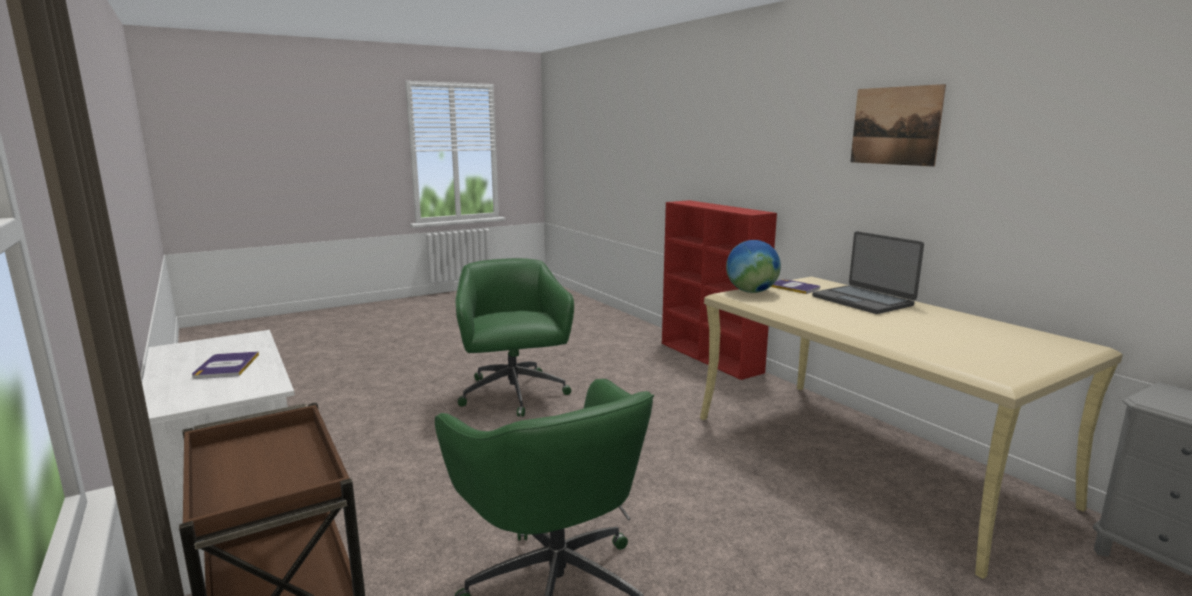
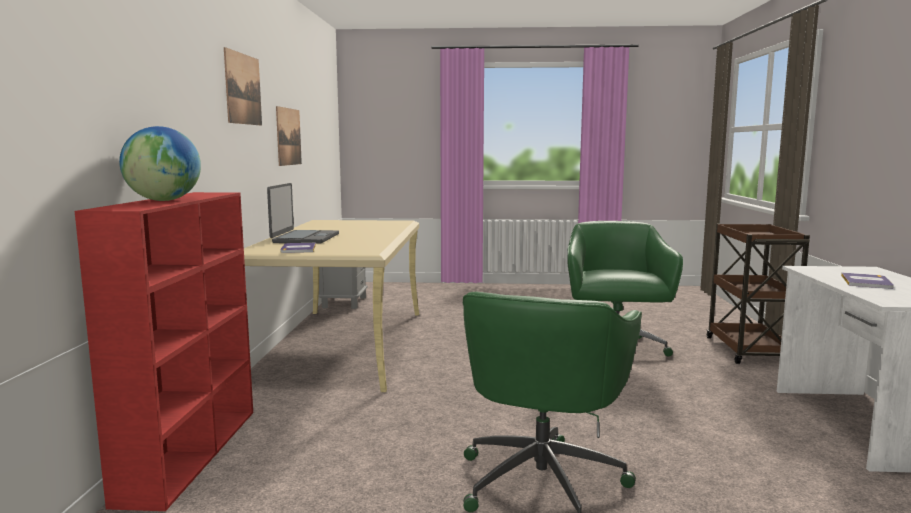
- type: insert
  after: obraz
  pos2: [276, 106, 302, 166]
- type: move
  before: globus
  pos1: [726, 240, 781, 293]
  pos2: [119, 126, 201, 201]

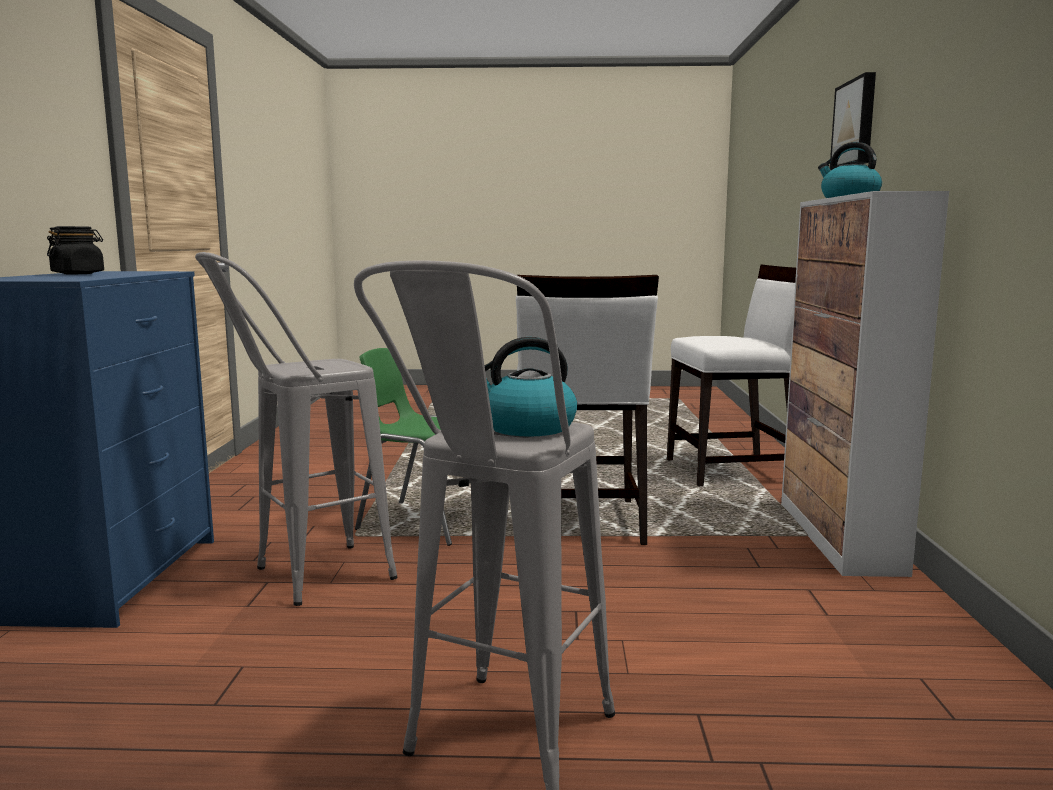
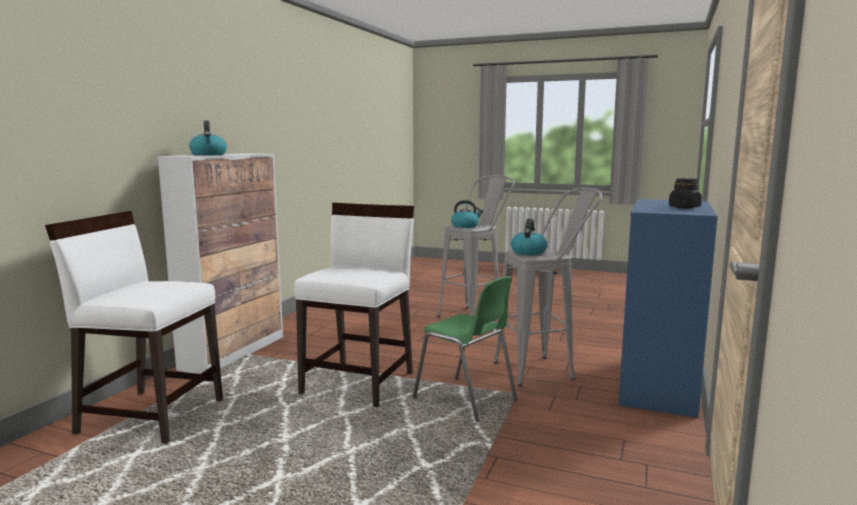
- type: delete
  before: obraz
  pos1: [830, 72, 876, 170]
- type: insert
  after: czajnik
  pos2: [511, 218, 547, 255]

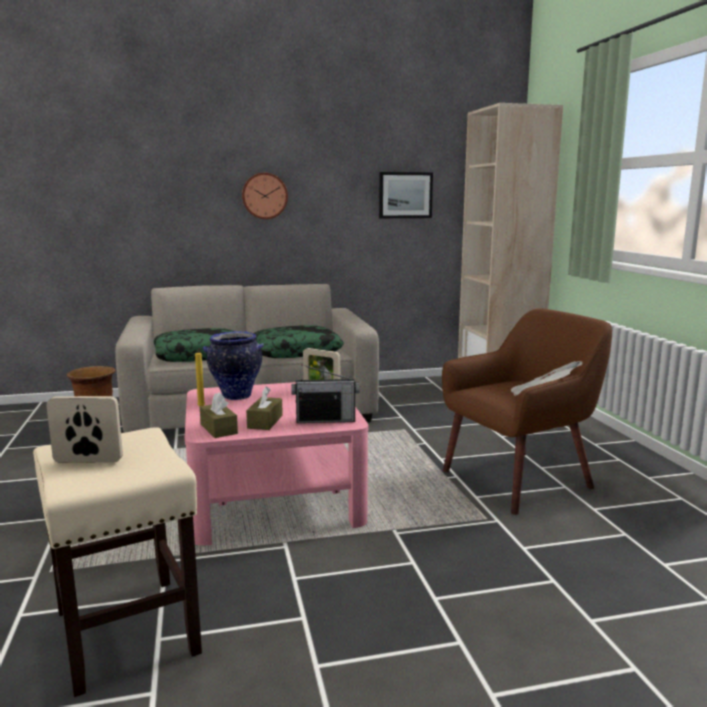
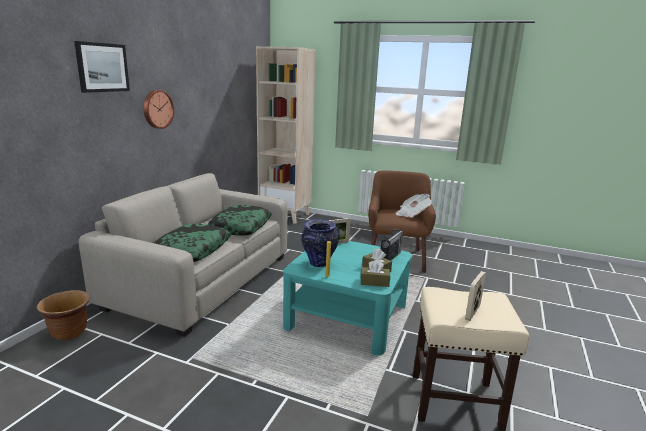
- type: move
  before: obraz
  pos1: [379, 172, 433, 218]
  pos2: [74, 41, 130, 93]
- type: recolor
  before: ława [różowy]
  after: ława [turkusowy]
  pos1: [185, 382, 368, 546]
  pos2: [283, 241, 411, 355]

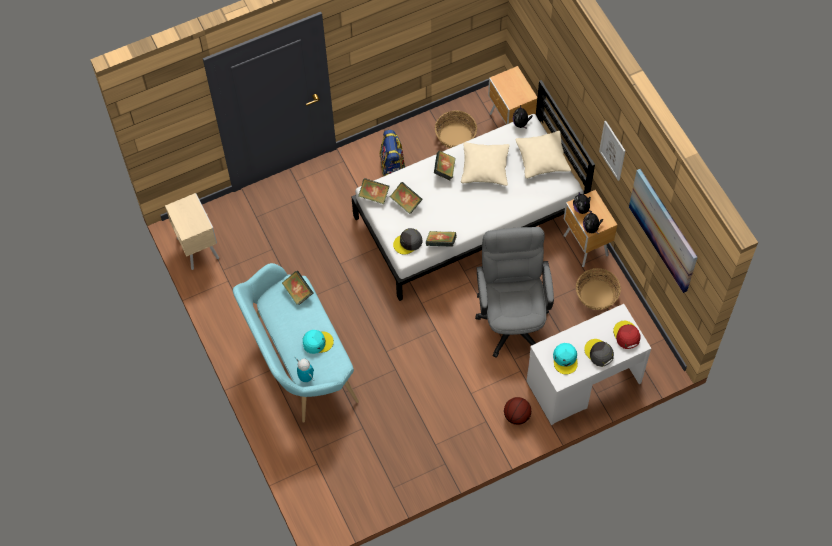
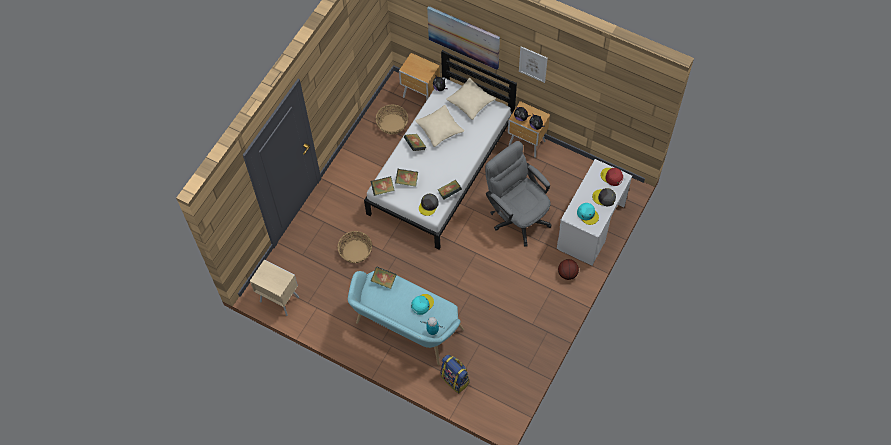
- type: move
  before: plecak
  pos1: [380, 130, 405, 177]
  pos2: [440, 354, 470, 394]
- type: move
  before: koszyk
  pos1: [576, 268, 621, 310]
  pos2: [338, 231, 372, 263]
- type: move
  before: obraz
  pos1: [629, 169, 698, 293]
  pos2: [427, 6, 500, 70]

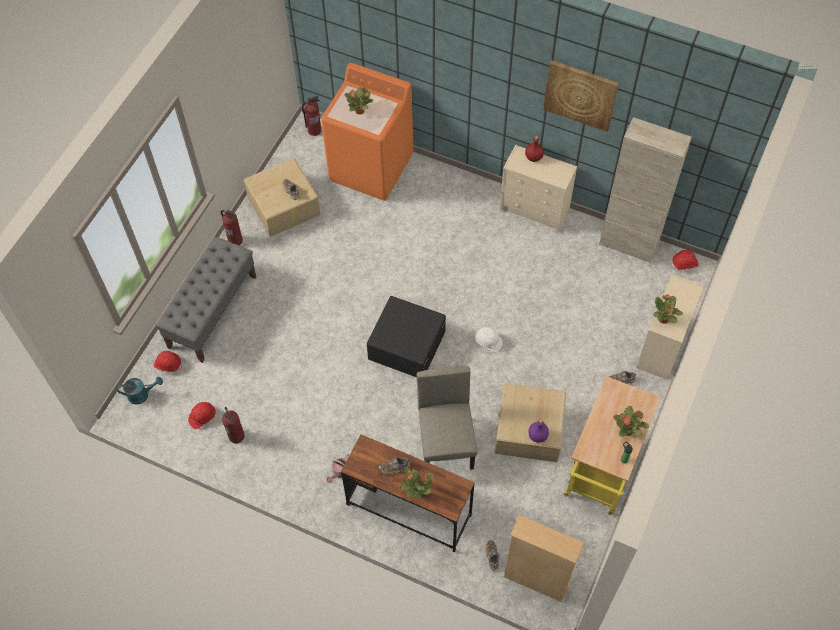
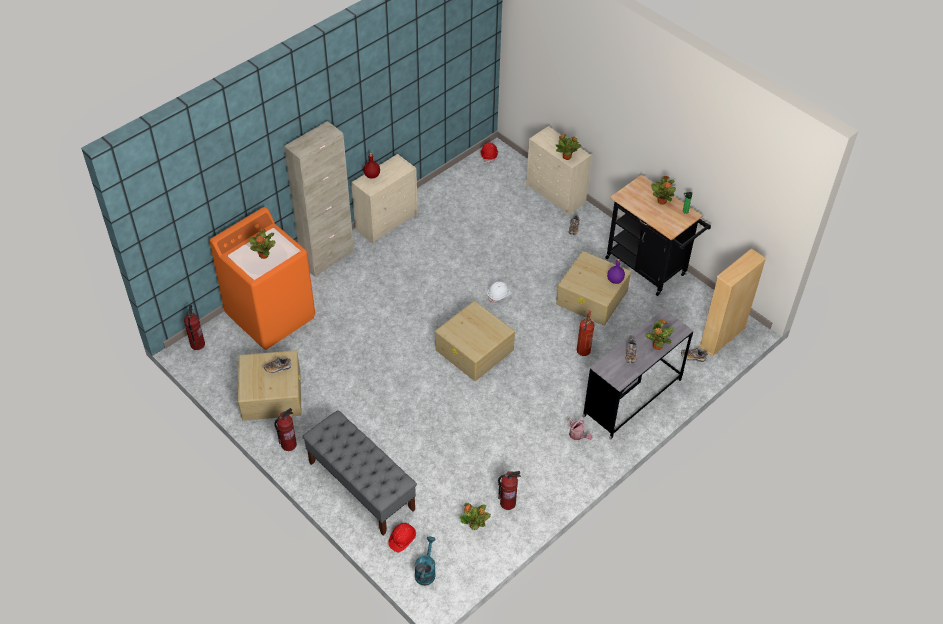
- type: delete
  before: obraz
  pos1: [543, 60, 619, 132]
- type: move
  before: szafka [beżowy]
  pos1: [599, 117, 692, 263]
  pos2: [284, 121, 354, 277]
- type: replace
  before: kask [czerwony]
  after: roślina doniczkowa
  pos1: [188, 402, 216, 429]
  pos2: [460, 503, 491, 530]
- type: replace
  before: krzesło [beżowy]
  after: gaśnica
  pos1: [417, 367, 477, 470]
  pos2: [577, 311, 594, 356]
- type: recolor
  before: biurko [brązowy]
  after: biurko [szary]
  pos1: [341, 434, 475, 552]
  pos2: [582, 309, 693, 439]
- type: recolor
  before: pojemnik do przechowywania [czarny]
  after: pojemnik do przechowywania [beżowy]
  pos1: [367, 296, 446, 377]
  pos2: [435, 301, 515, 381]
- type: recolor
  before: wózek [żółty]
  after: wózek [czarny]
  pos1: [563, 376, 661, 516]
  pos2: [605, 175, 711, 296]

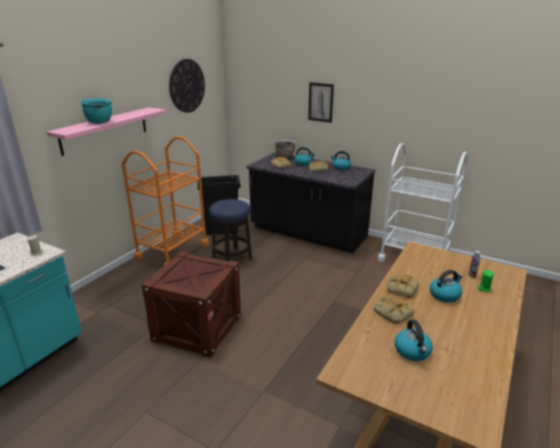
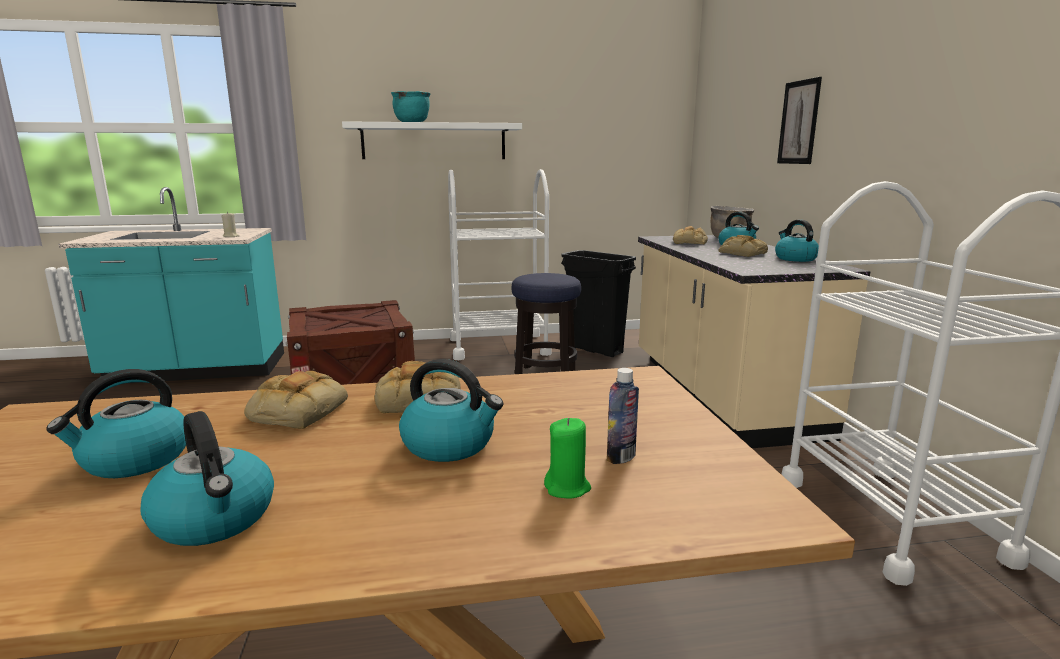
- type: delete
  before: zegar ścienny
  pos1: [169, 59, 205, 113]
- type: insert
  after: czajnik
  pos2: [140, 411, 274, 546]
- type: recolor
  before: półka [różowy]
  after: półka [biały]
  pos1: [47, 107, 167, 156]
  pos2: [342, 121, 522, 159]
- type: recolor
  before: wózek [pomarańczowy]
  after: wózek [biały]
  pos1: [122, 136, 209, 266]
  pos2: [448, 169, 552, 360]
- type: recolor
  before: zabudowa kuchenna [czarny]
  after: zabudowa kuchenna [beżowy]
  pos1: [247, 152, 375, 253]
  pos2: [638, 235, 870, 448]

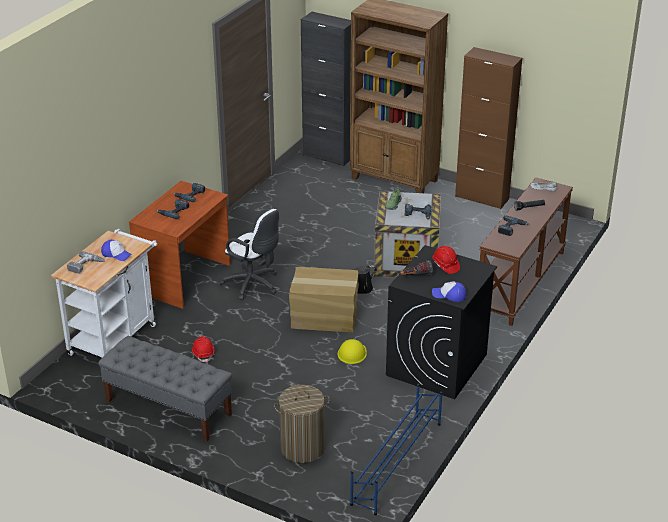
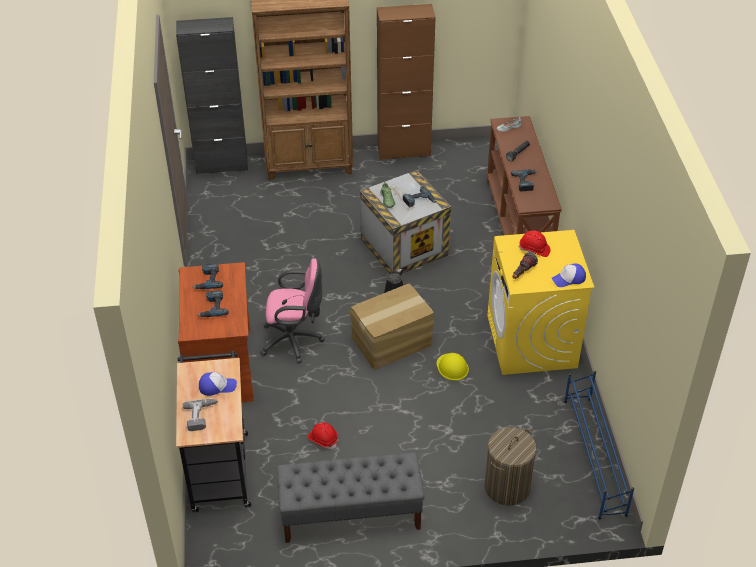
- type: recolor
  before: wózek [biały]
  after: wózek [czarny]
  pos1: [51, 229, 157, 357]
  pos2: [176, 350, 251, 513]
- type: recolor
  before: krzesło biurowe [biały]
  after: krzesło biurowe [różowy]
  pos1: [220, 209, 279, 300]
  pos2: [260, 259, 325, 363]
- type: recolor
  before: pralka [czarny]
  after: pralka [żółty]
  pos1: [386, 245, 497, 399]
  pos2: [487, 230, 595, 375]

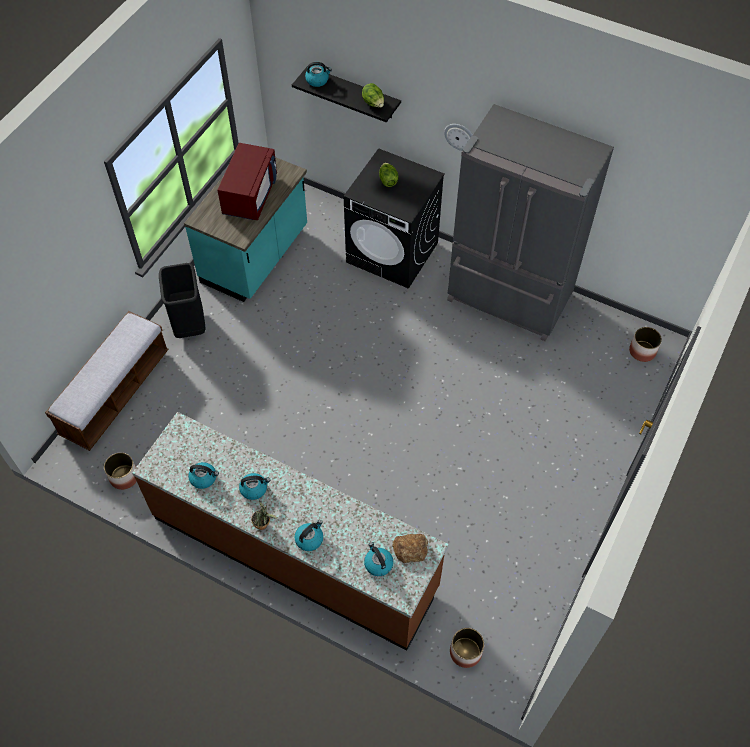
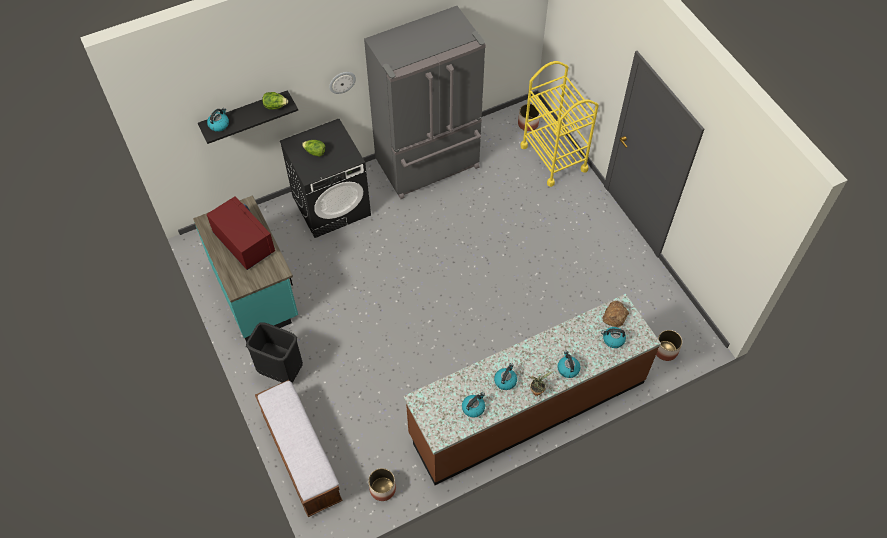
- type: insert
  after: wózek [żółty]
  pos2: [520, 61, 599, 187]

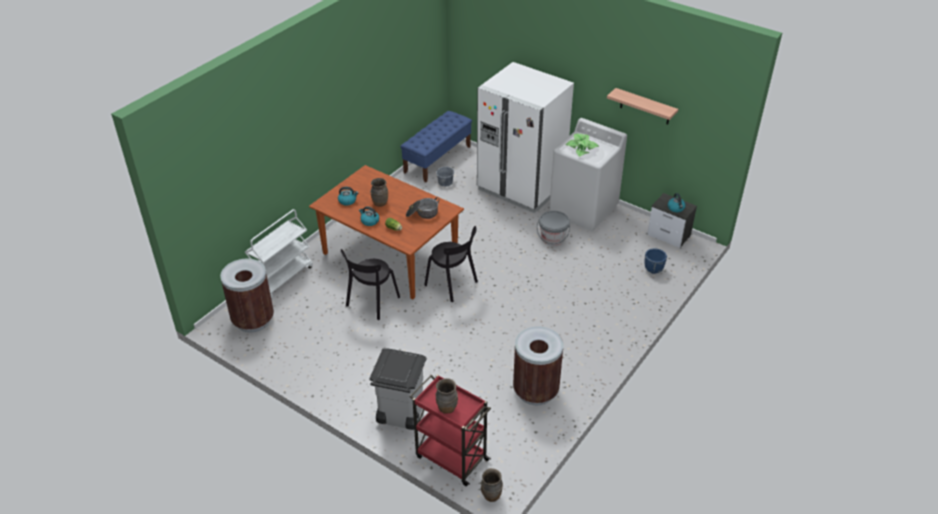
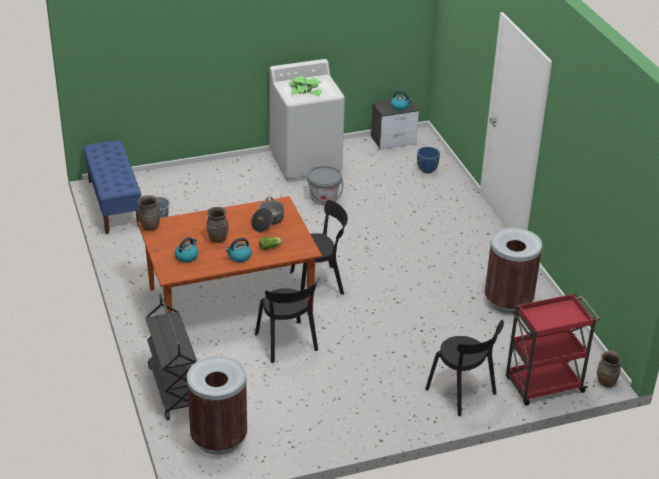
- type: delete
  before: lodówka [biały]
  pos1: [477, 62, 574, 213]
- type: delete
  before: półka
  pos1: [607, 88, 678, 125]
- type: move
  before: wazon [brązowy]
  pos1: [436, 378, 458, 414]
  pos2: [138, 195, 160, 231]
- type: replace
  before: kosz na śmieci [szary]
  after: krzesło [czarny]
  pos1: [369, 348, 427, 430]
  pos2: [425, 320, 504, 416]
- type: recolor
  before: wózek [biały]
  after: wózek [czarny]
  pos1: [245, 209, 313, 299]
  pos2: [145, 294, 197, 420]

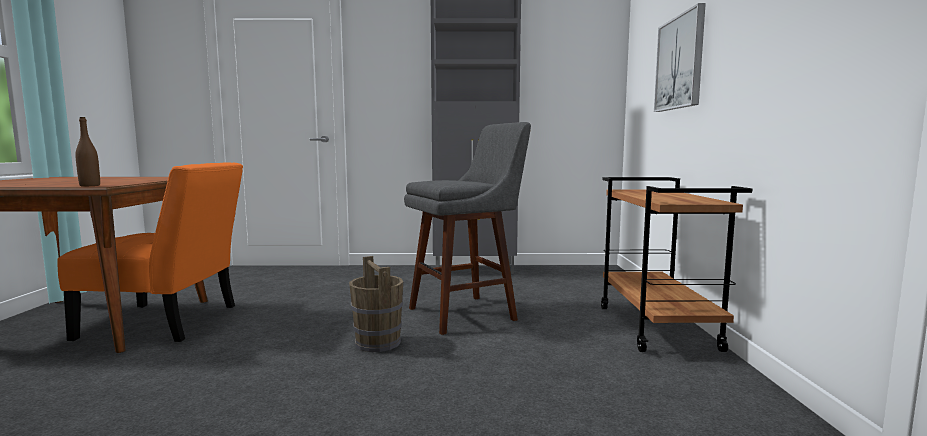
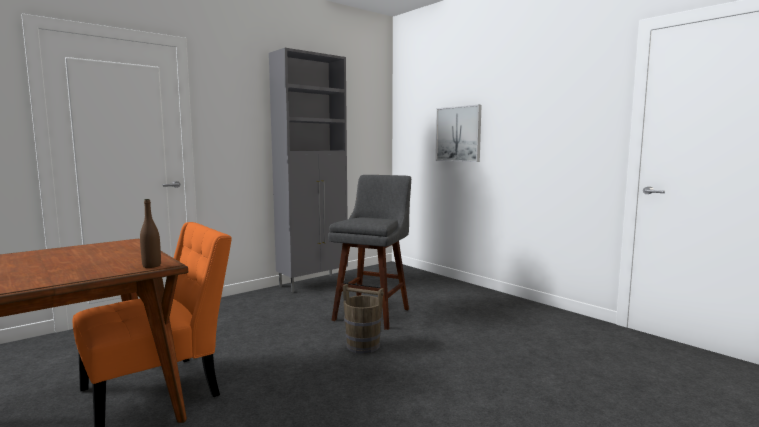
- type: delete
  before: wózek [brązowy]
  pos1: [601, 177, 752, 352]

